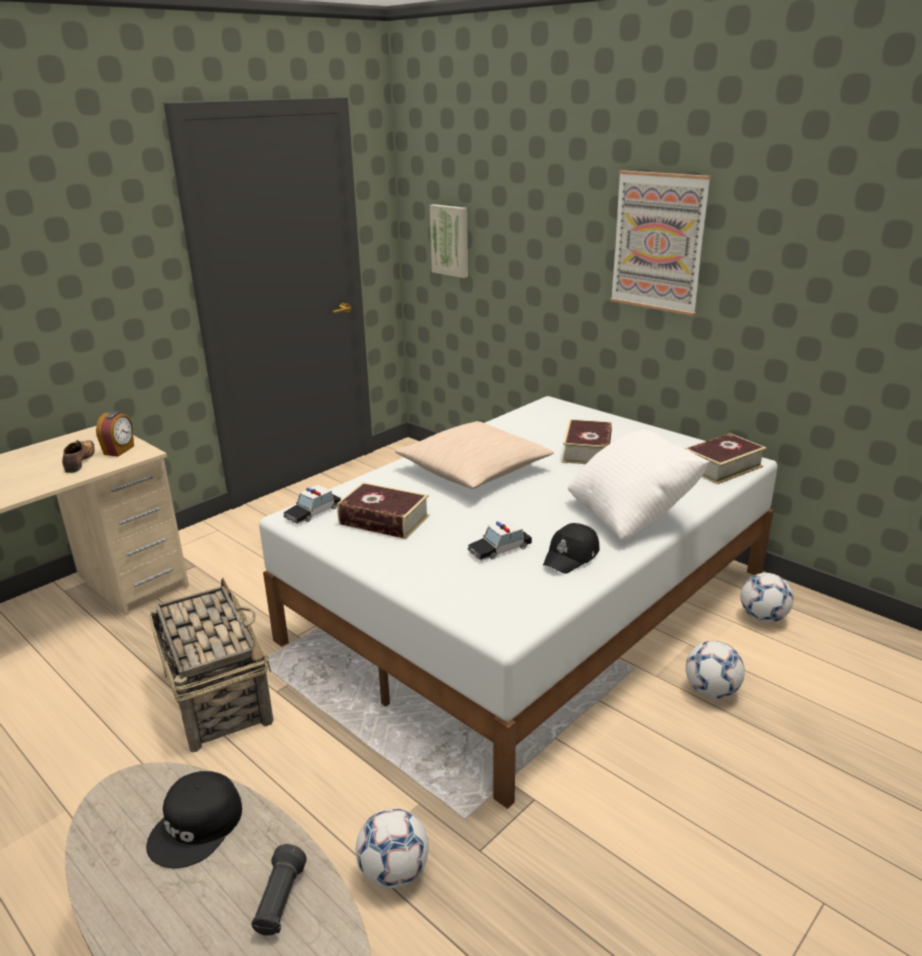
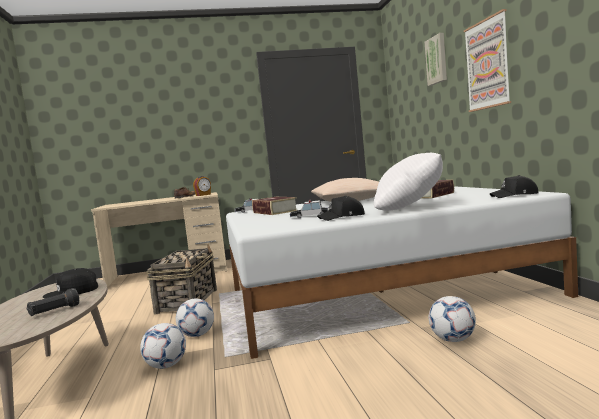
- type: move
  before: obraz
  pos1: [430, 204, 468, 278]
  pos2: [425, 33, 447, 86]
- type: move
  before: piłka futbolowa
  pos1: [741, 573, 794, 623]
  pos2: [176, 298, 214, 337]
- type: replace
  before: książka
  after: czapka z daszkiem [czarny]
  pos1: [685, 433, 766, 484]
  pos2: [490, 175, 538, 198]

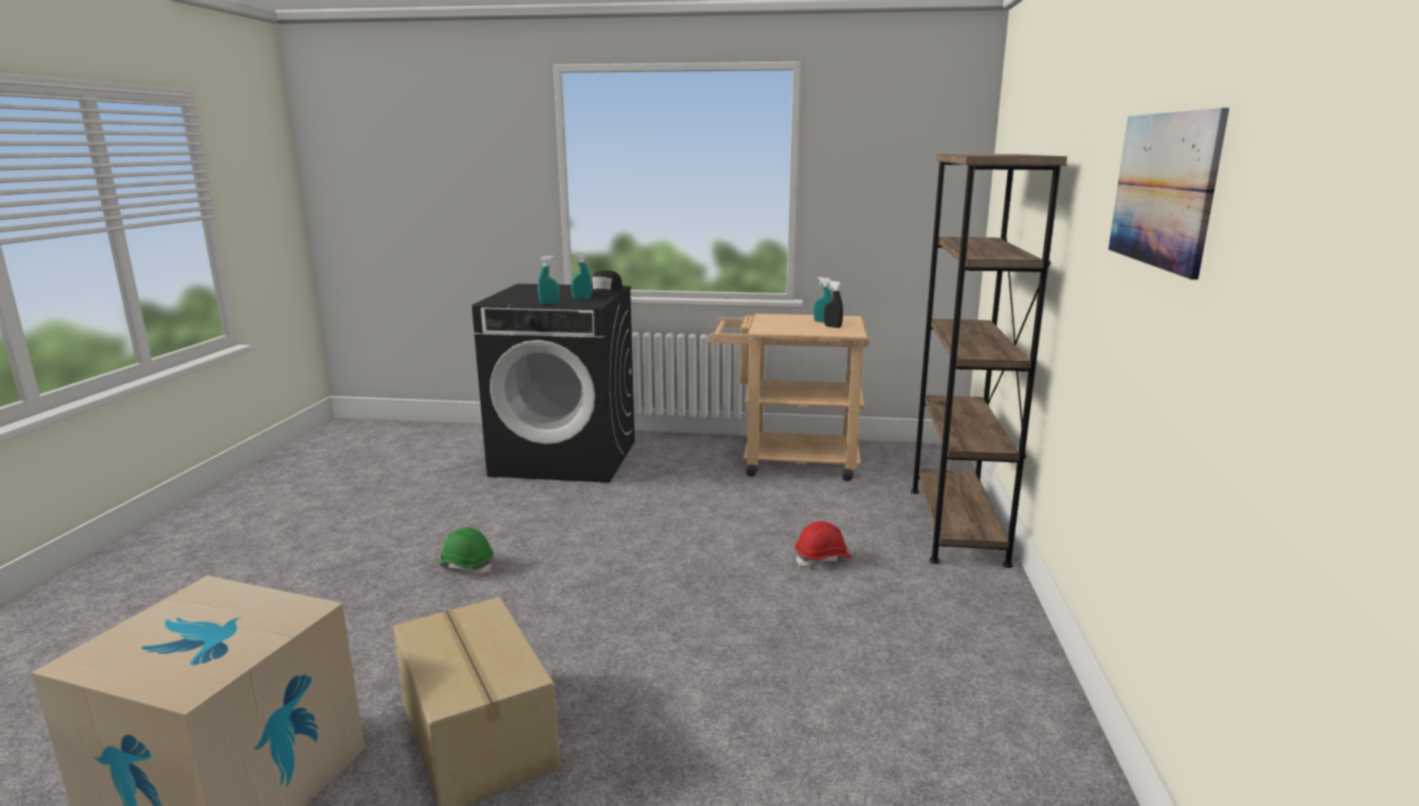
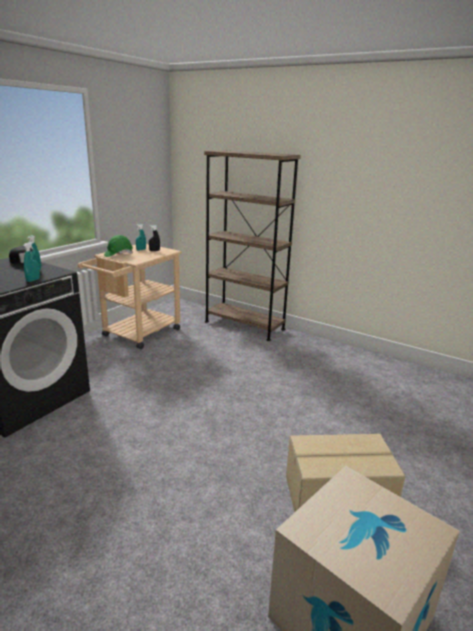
- type: delete
  before: kask [czerwony]
  pos1: [795, 521, 852, 567]
- type: delete
  before: obraz
  pos1: [1108, 108, 1229, 280]
- type: move
  before: kask [zielony]
  pos1: [437, 528, 493, 575]
  pos2: [104, 235, 133, 257]

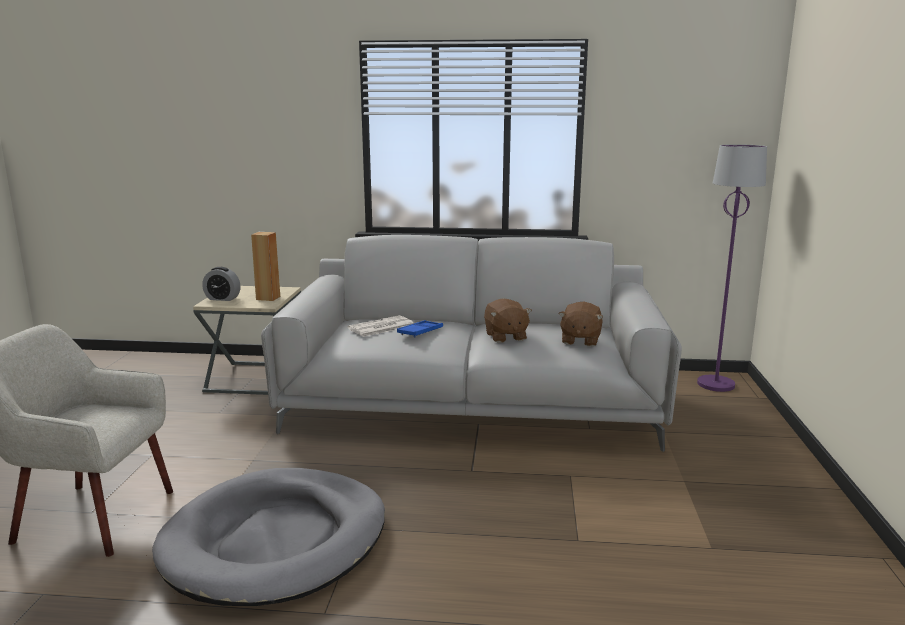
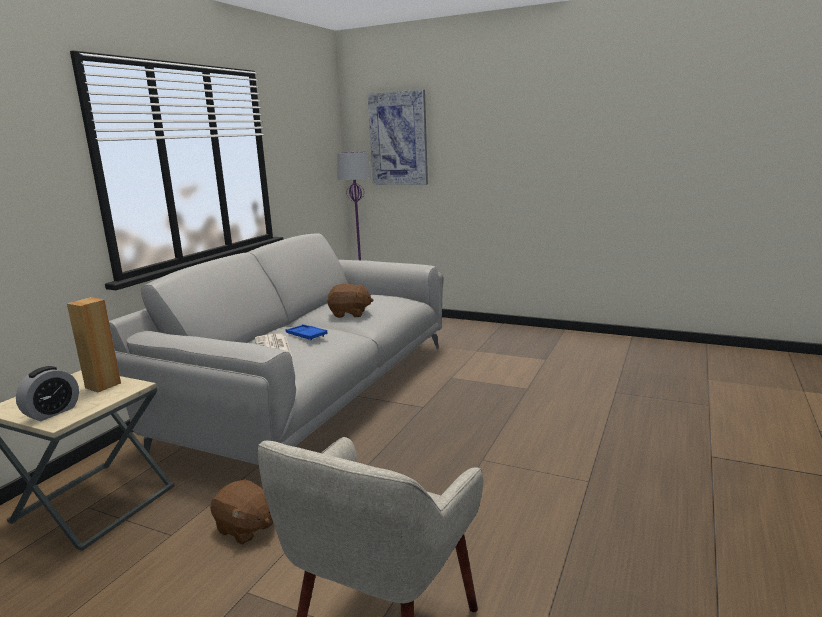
- type: delete
  before: legowisko [szary]
  pos1: [152, 468, 385, 606]
- type: insert
  after: obraz
  pos2: [368, 90, 428, 185]
- type: move
  before: pluszak [brązowy]
  pos1: [559, 302, 603, 347]
  pos2: [210, 480, 273, 545]

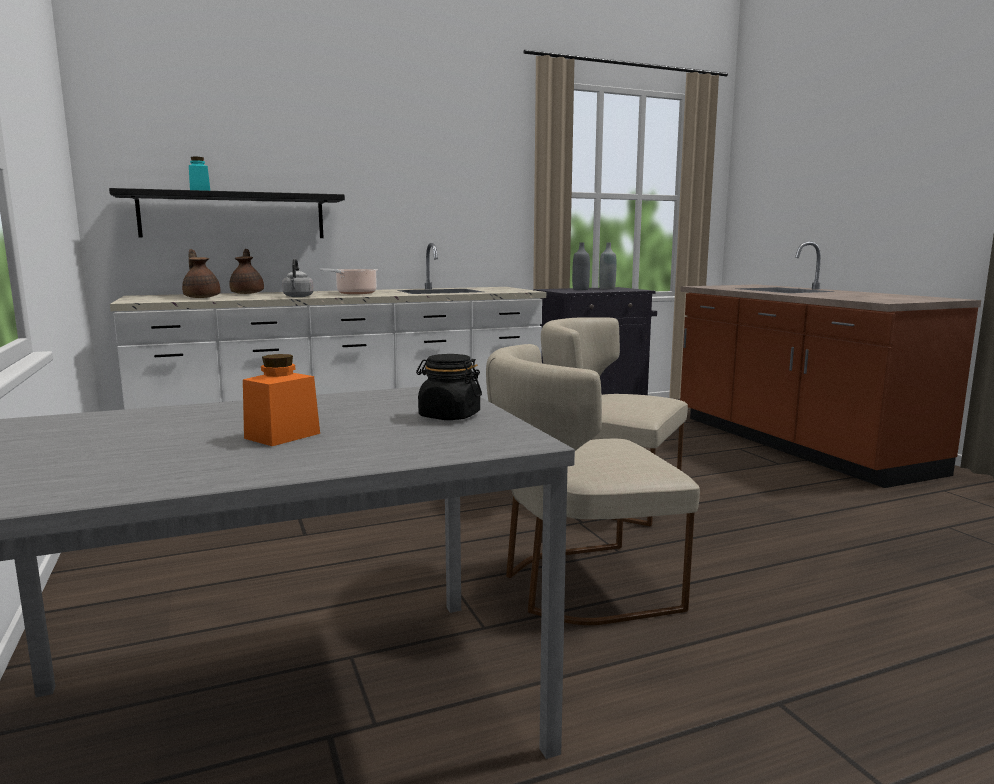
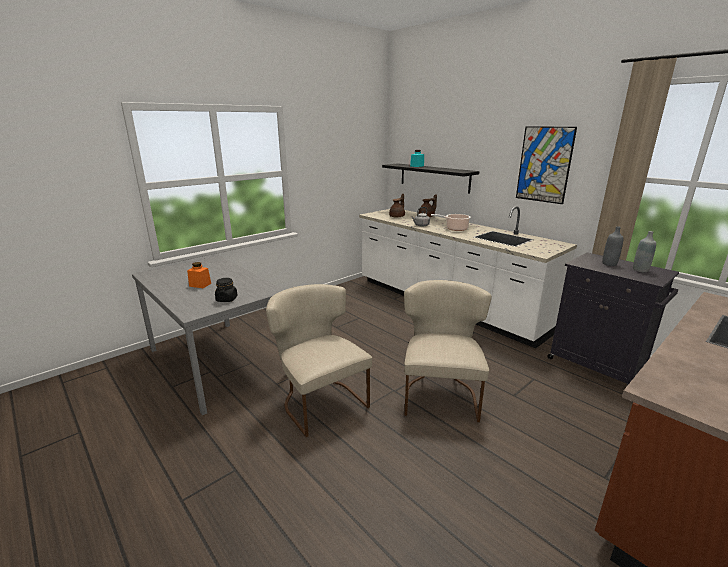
- type: insert
  after: obraz
  pos2: [516, 126, 577, 204]

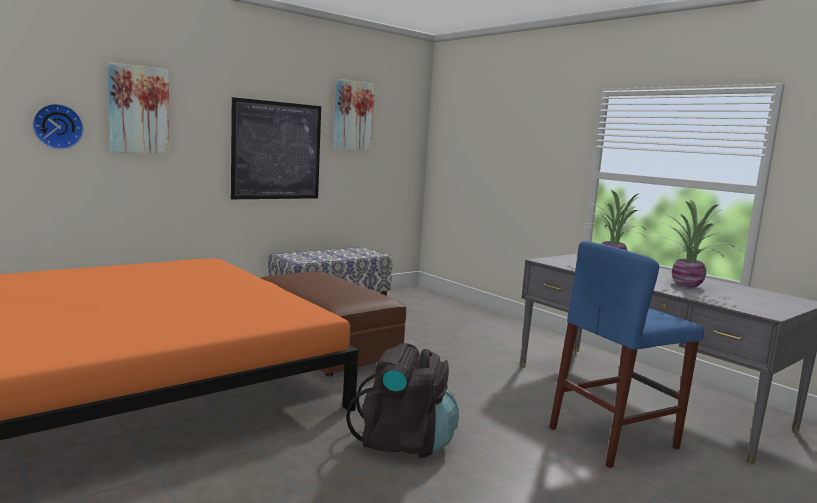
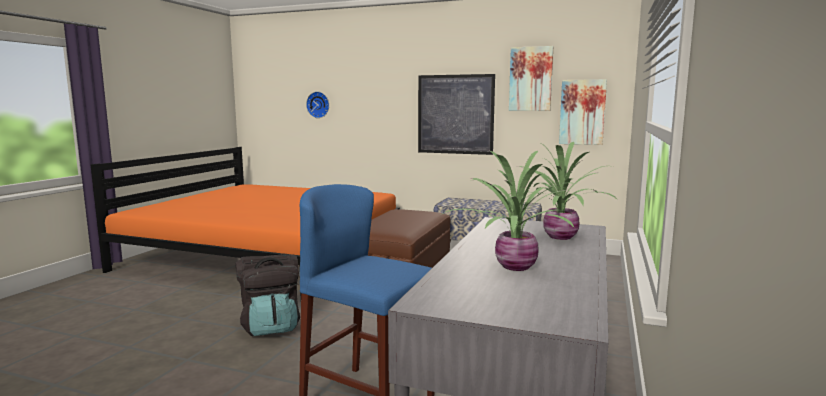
- type: move
  before: obraz
  pos1: [108, 62, 169, 154]
  pos2: [559, 79, 607, 145]

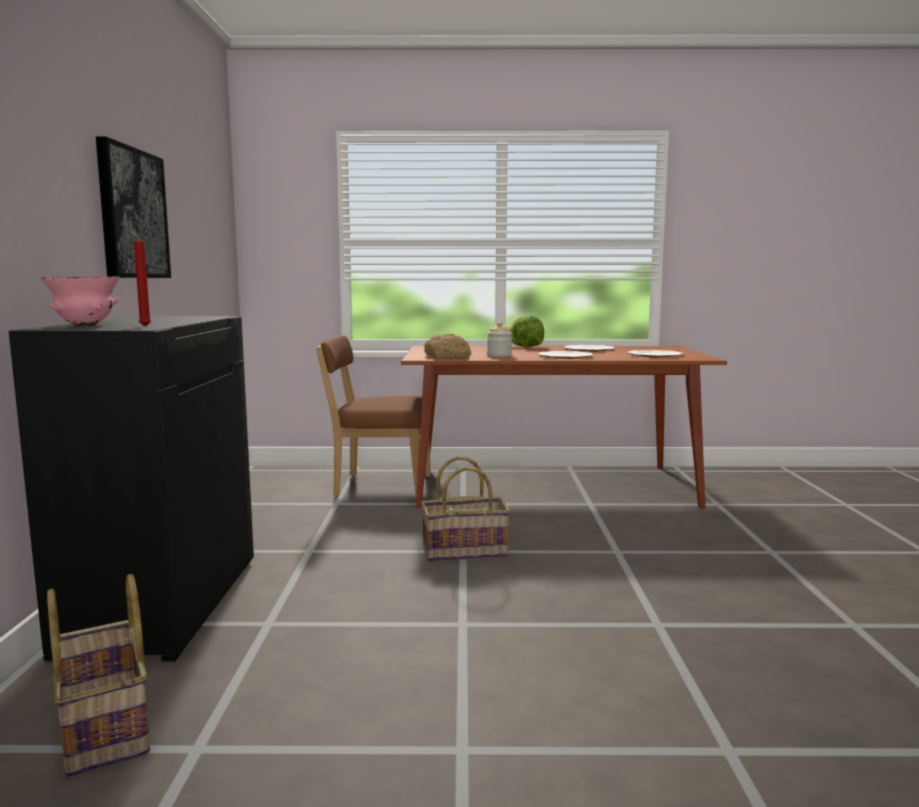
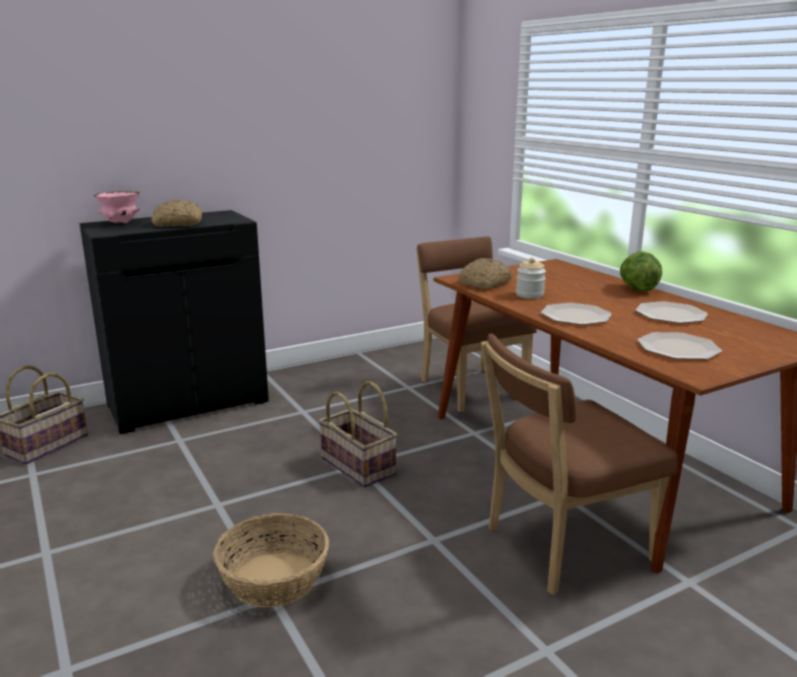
- type: delete
  before: obraz
  pos1: [96, 136, 171, 278]
- type: delete
  before: świeca [czerwony]
  pos1: [131, 232, 151, 327]
- type: insert
  after: chleb
  pos2: [151, 200, 202, 227]
- type: insert
  after: koszyk
  pos2: [214, 513, 329, 608]
- type: insert
  after: krzesło [brązowy]
  pos2: [481, 333, 678, 595]

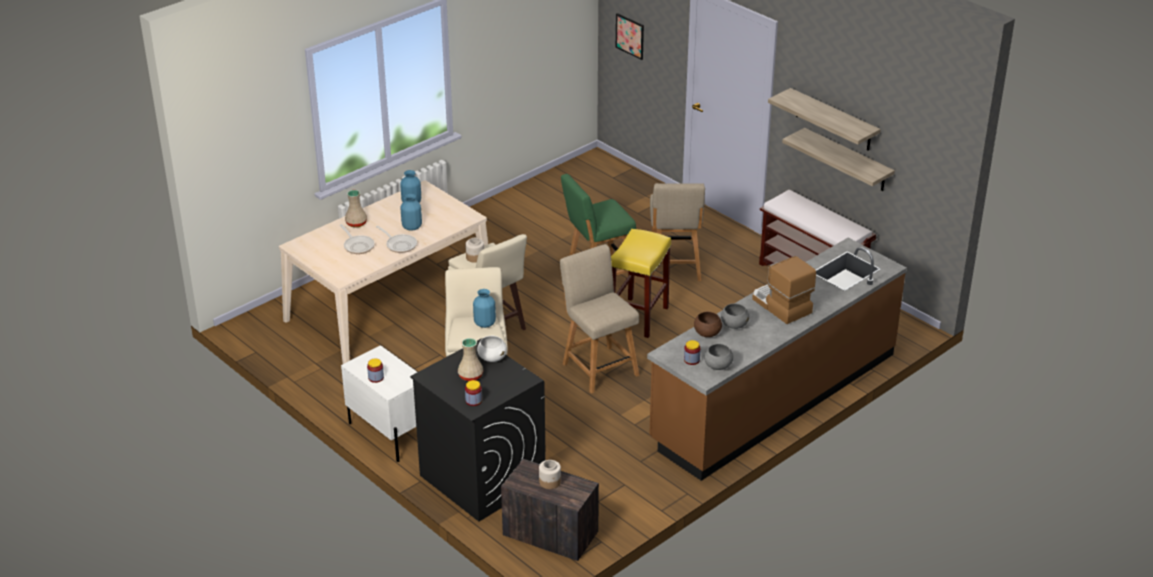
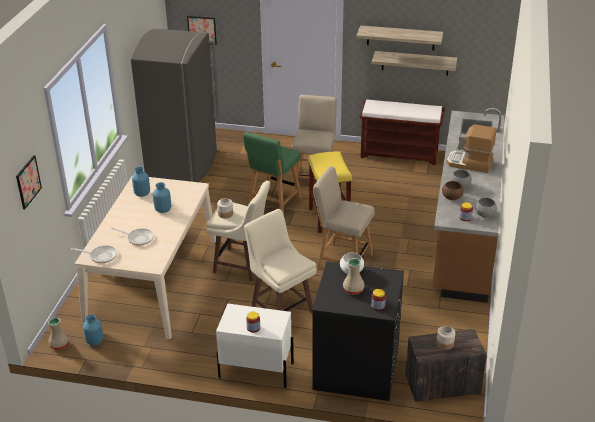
- type: insert
  after: obraz
  pos2: [16, 155, 42, 209]
- type: insert
  after: lodówka [szary]
  pos2: [131, 29, 220, 182]
- type: move
  before: wazon [beżowy]
  pos1: [345, 190, 367, 227]
  pos2: [48, 317, 69, 350]
- type: move
  before: patelnia
  pos1: [376, 226, 417, 253]
  pos2: [71, 245, 117, 263]
- type: move
  before: wazon [niebieski]
  pos1: [473, 289, 496, 328]
  pos2: [83, 314, 104, 346]
- type: rotate
  before: krzesło [beżowy]
  pos1: [650, 183, 705, 281]
  pos2: [292, 95, 337, 190]
  turn: -135

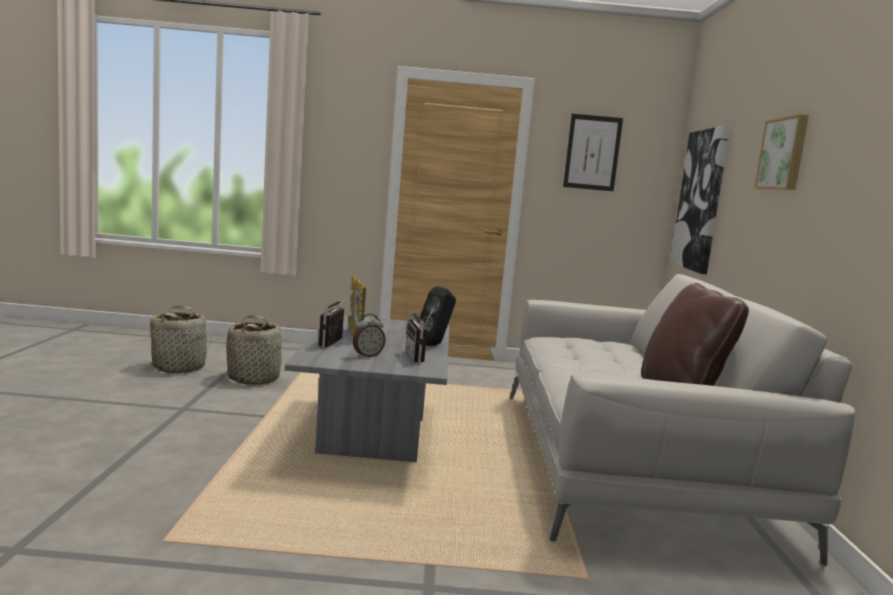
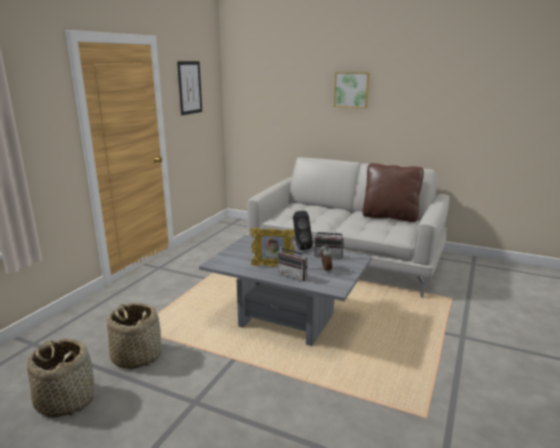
- type: delete
  before: obraz
  pos1: [670, 125, 730, 274]

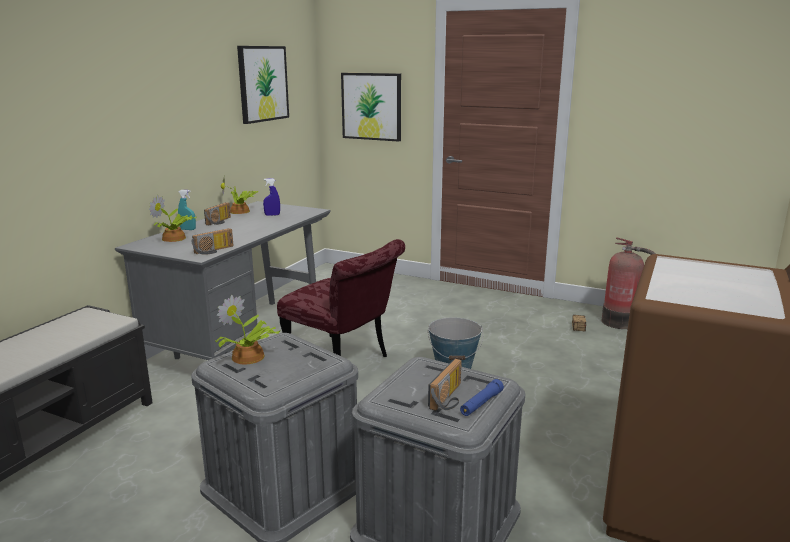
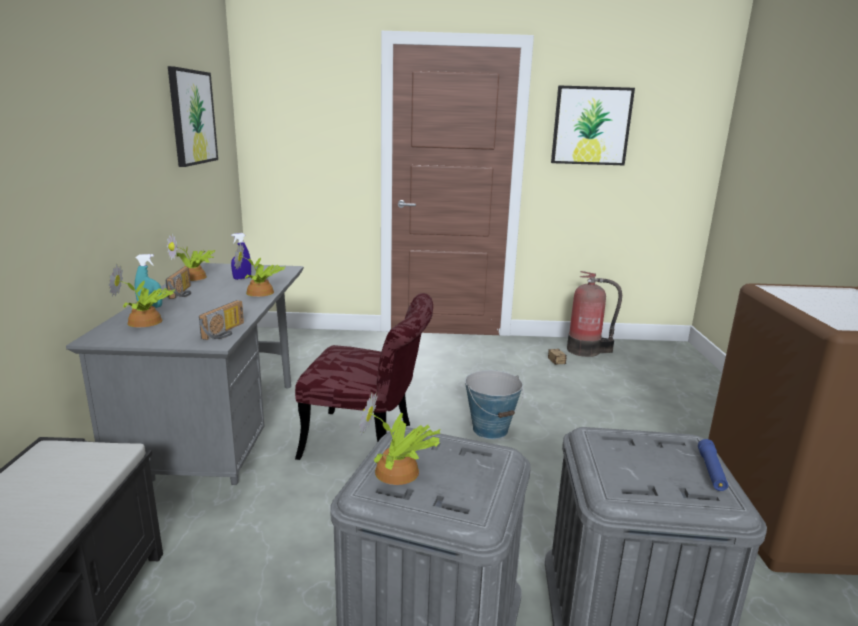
- type: delete
  before: radio
  pos1: [428, 359, 462, 411]
- type: insert
  after: roślina doniczkowa
  pos2: [234, 242, 286, 297]
- type: move
  before: obraz
  pos1: [341, 73, 401, 142]
  pos2: [551, 86, 635, 165]

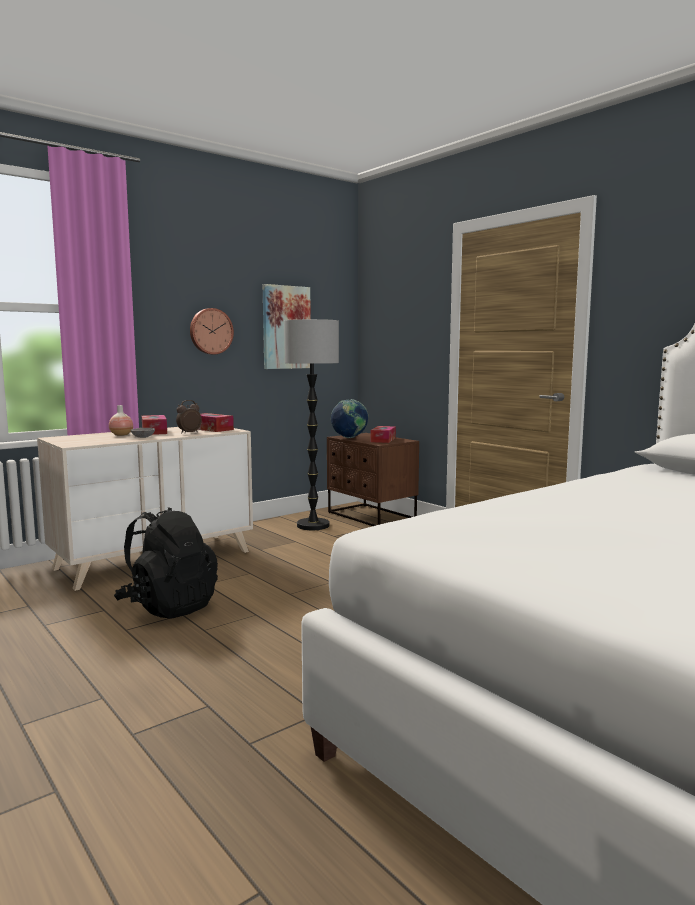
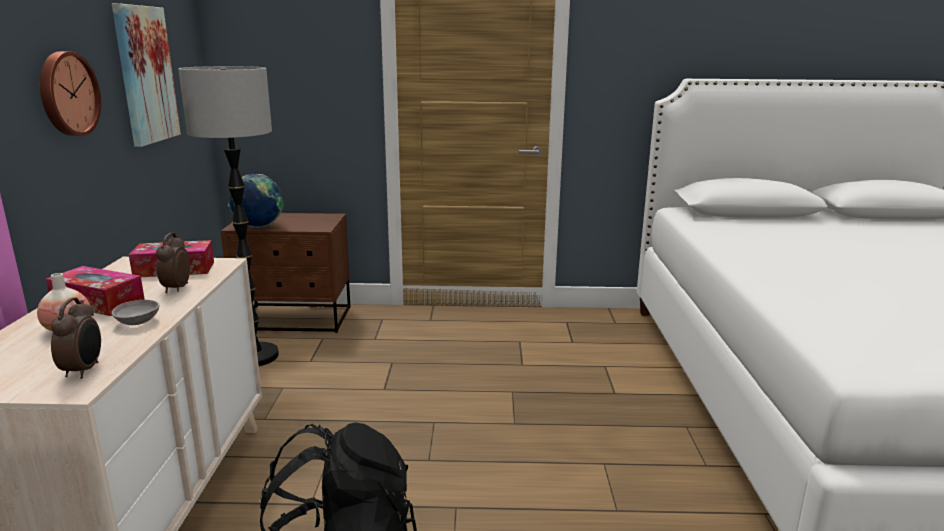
- type: delete
  before: pudełko chusteczek
  pos1: [370, 426, 396, 443]
- type: insert
  after: budzik
  pos2: [51, 297, 101, 379]

